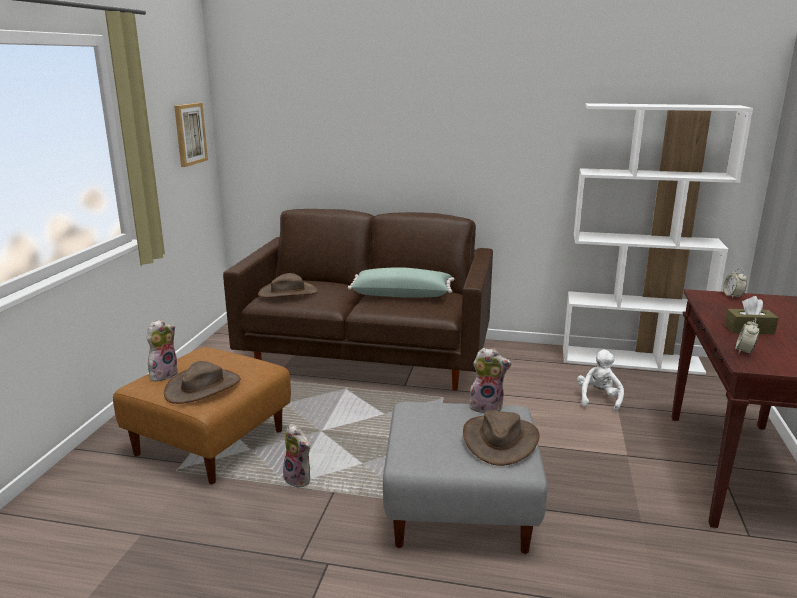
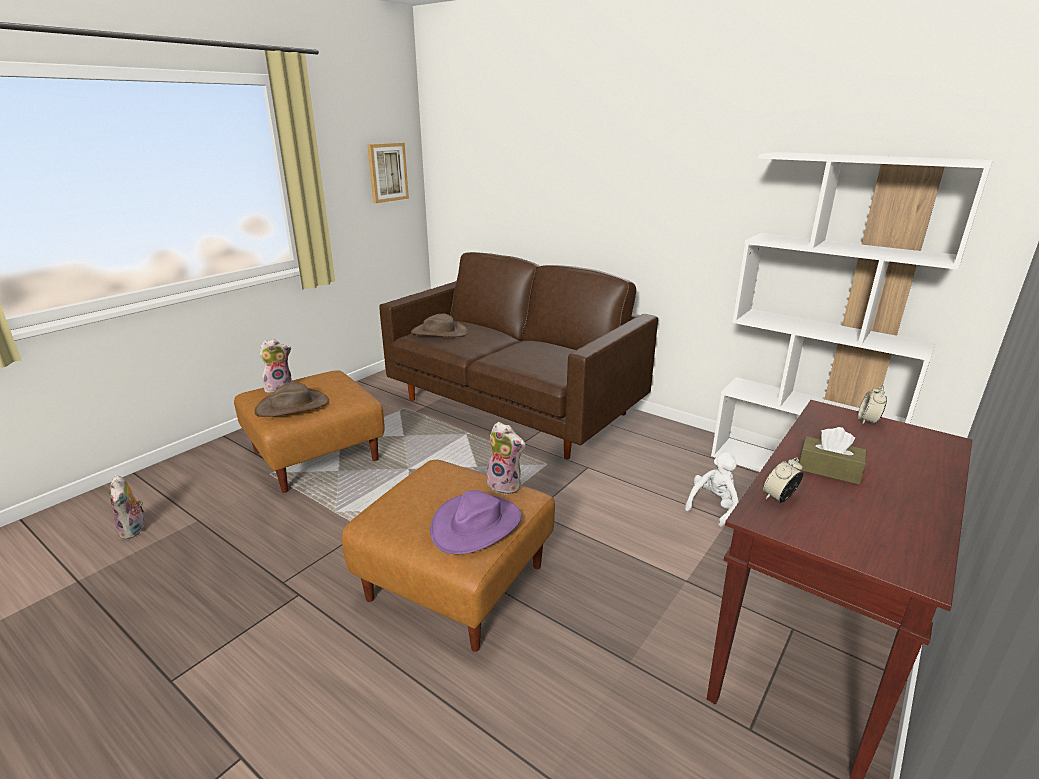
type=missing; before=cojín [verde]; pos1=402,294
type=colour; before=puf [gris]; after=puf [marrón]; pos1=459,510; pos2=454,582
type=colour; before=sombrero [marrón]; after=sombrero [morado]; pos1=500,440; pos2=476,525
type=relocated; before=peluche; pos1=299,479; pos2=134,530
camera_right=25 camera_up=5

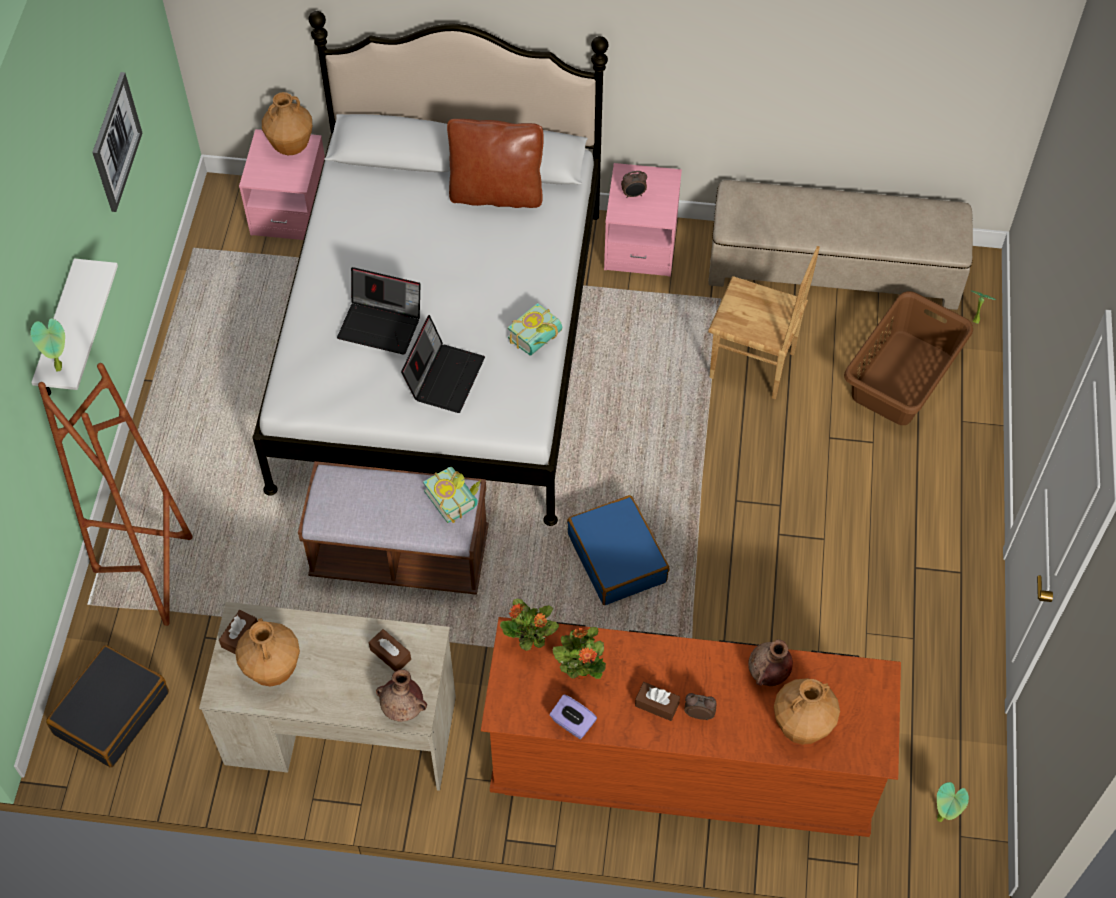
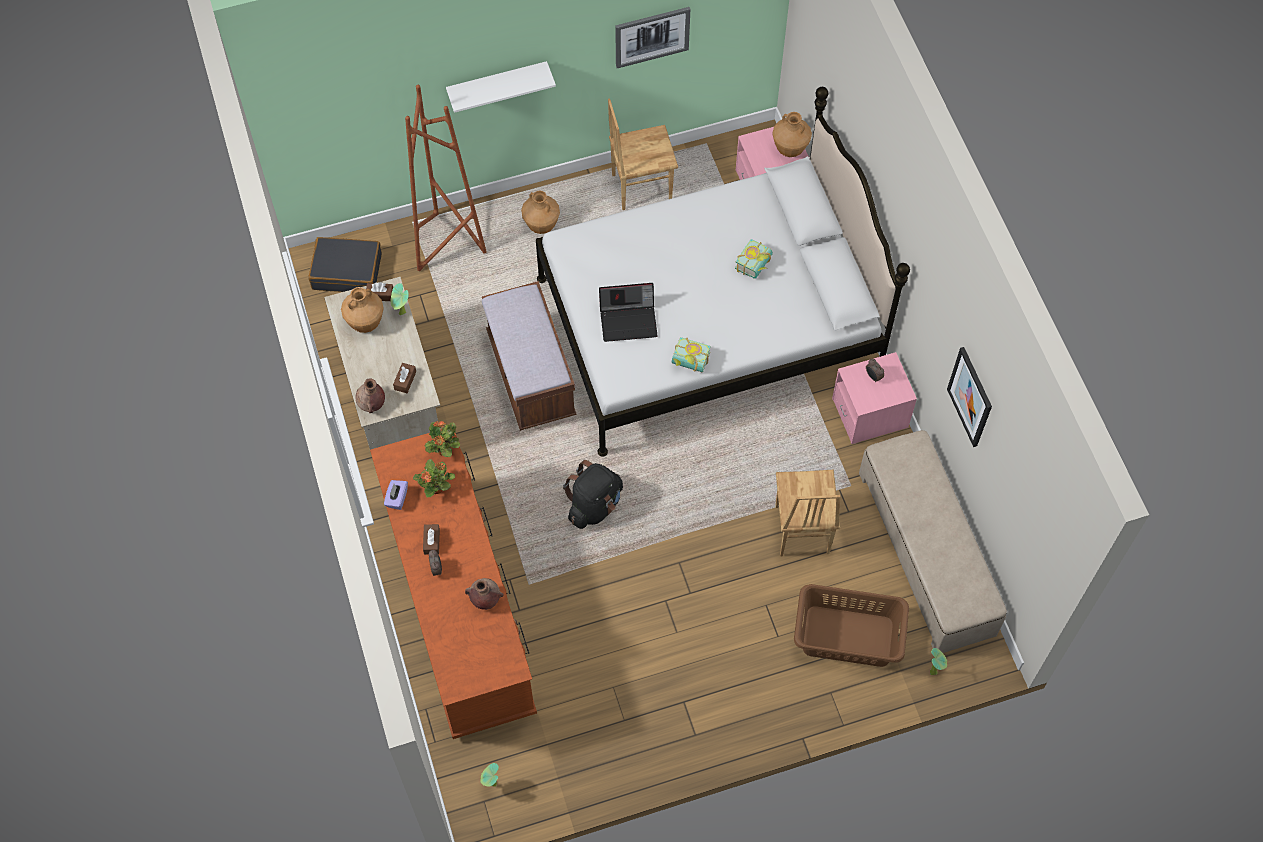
type=missing; before=cojín [marrón]; pos1=496,193
type=missing; before=portátil; pos1=382,324
type=relocated; before=planta en maceta; pos1=60,367; pos2=402,314
type=relocated; before=libro; pos1=455,498; pos2=756,265
type=exchanged; before=maleta [azul]; after=mochila [negro]; pos1=617,558; pos2=594,505
type=relocated; before=florero [marrón]; pos1=801,727; pos2=541,225
type=appeared; after=silla [marrón]; pos2=641,186
type=appeared; after=cuadro; pos2=970,397
camera_right=65 camera_up=5

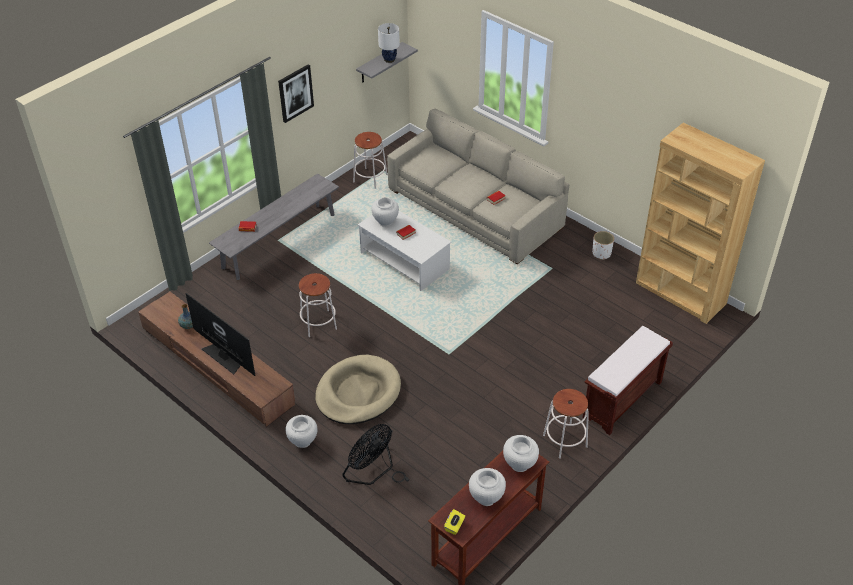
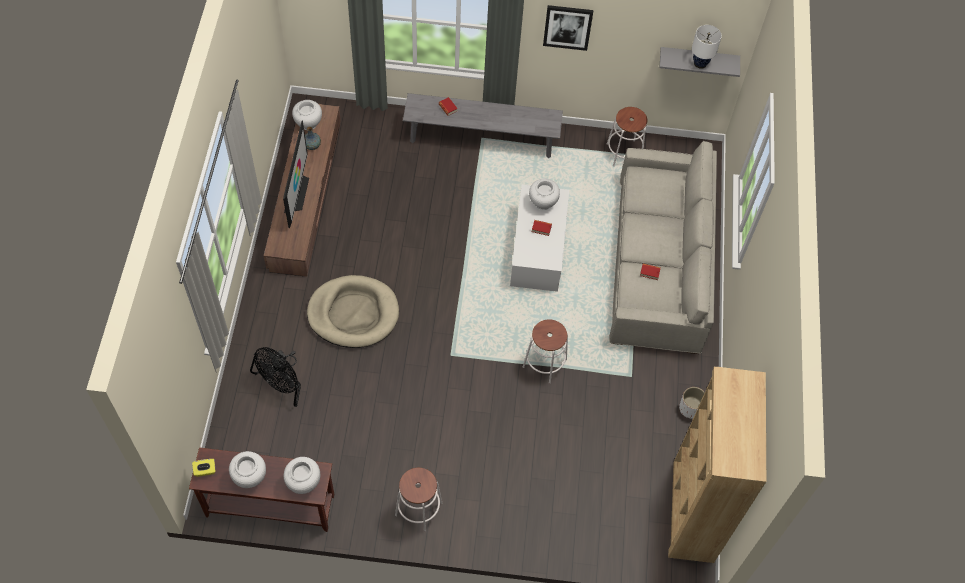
type=relocated; before=taburete [blanco]; pos1=318,323; pos2=544,363
type=missing; before=banco [marrón]; pos1=622,400
type=relocated; before=florero [blanco]; pos1=303,441; pos2=308,124
type=spun; before=ventilador [negro]; pos1=377,470; pos2=282,380; turn=-150
camera_right=50 camera_up=15

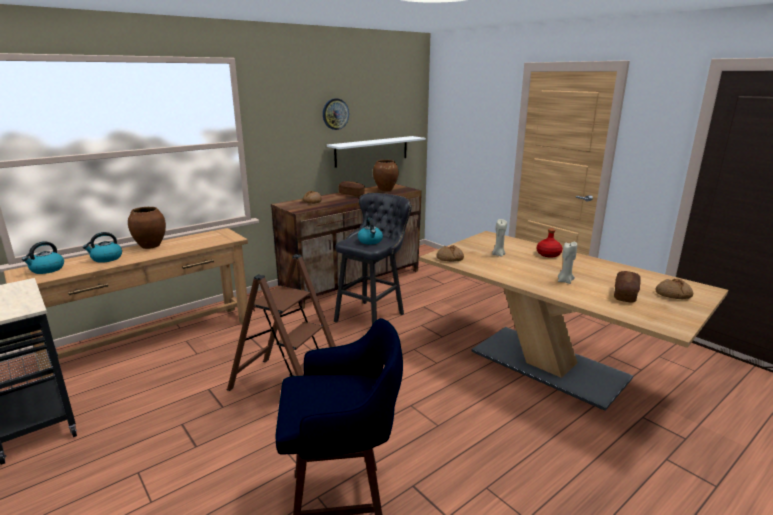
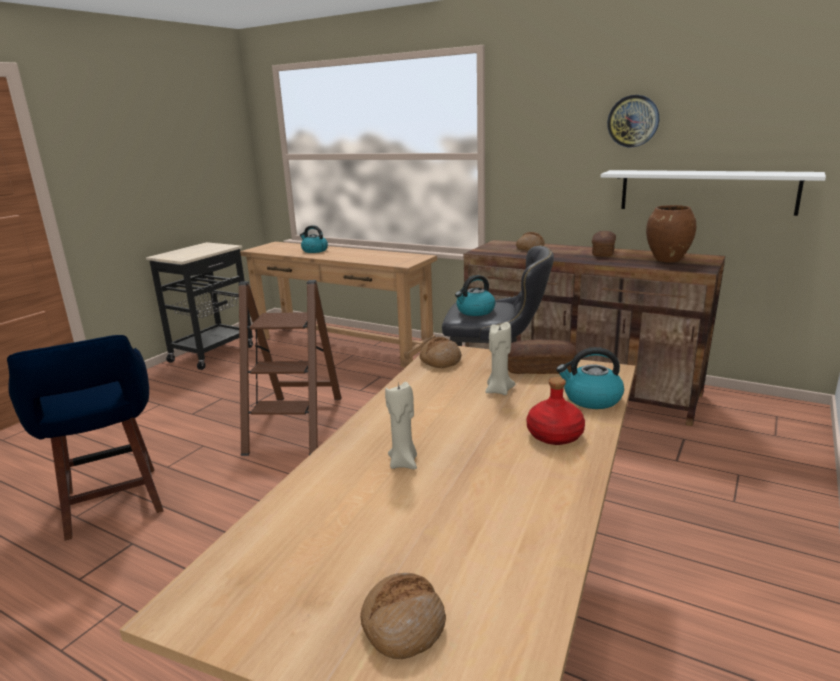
type=missing; before=florero [marrón]; pos1=150,246
type=relocated; before=hervidor; pos1=47,269; pos2=591,399
type=relocated; before=pan; pos1=625,294; pos2=540,369
camera_right=70 camera_up=0

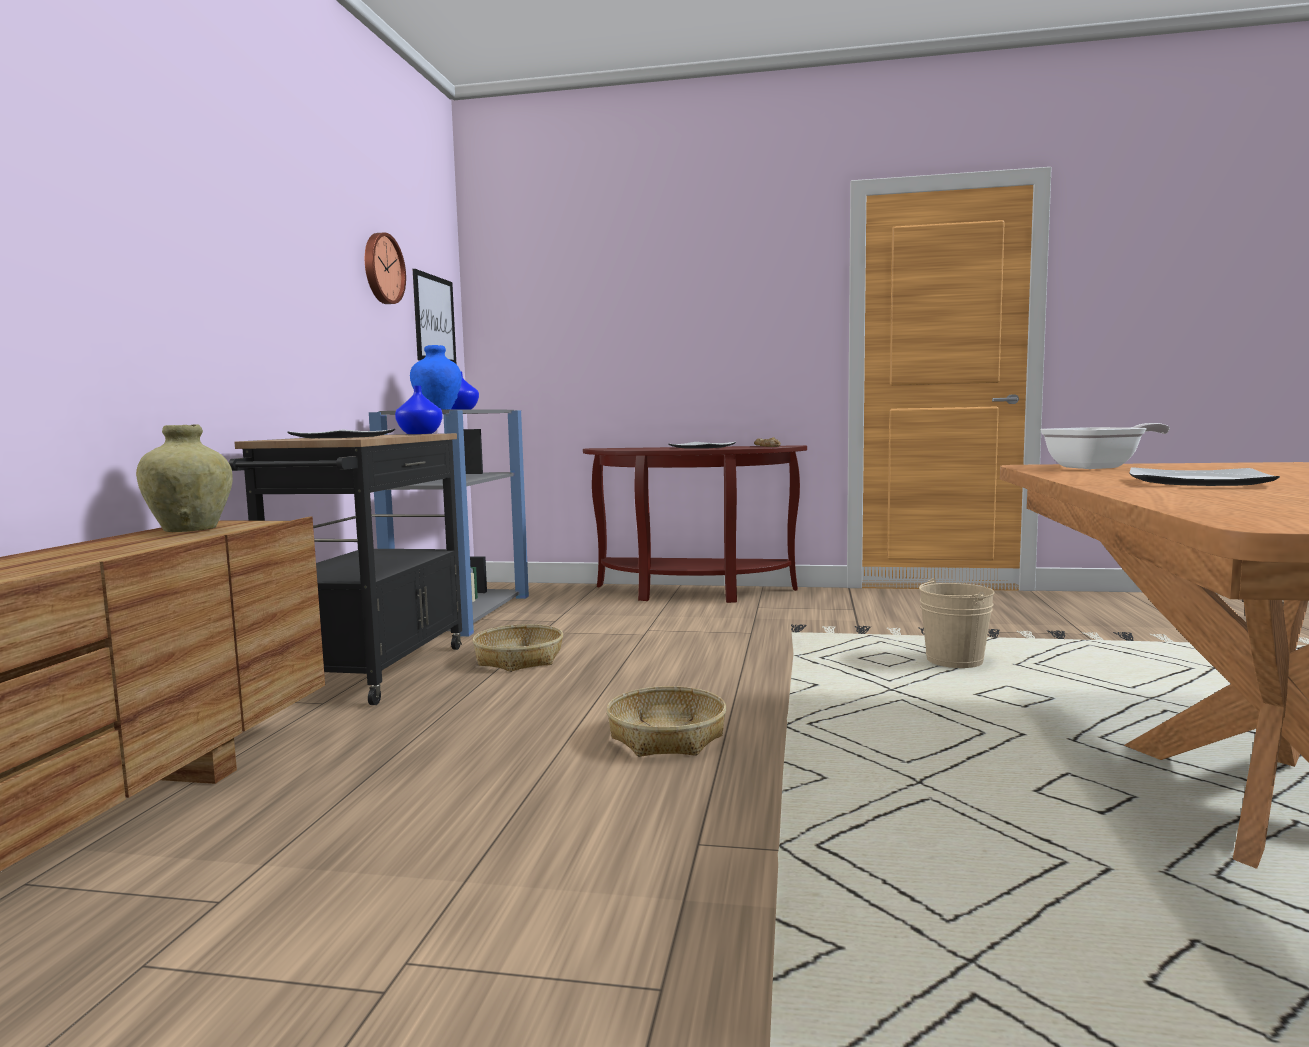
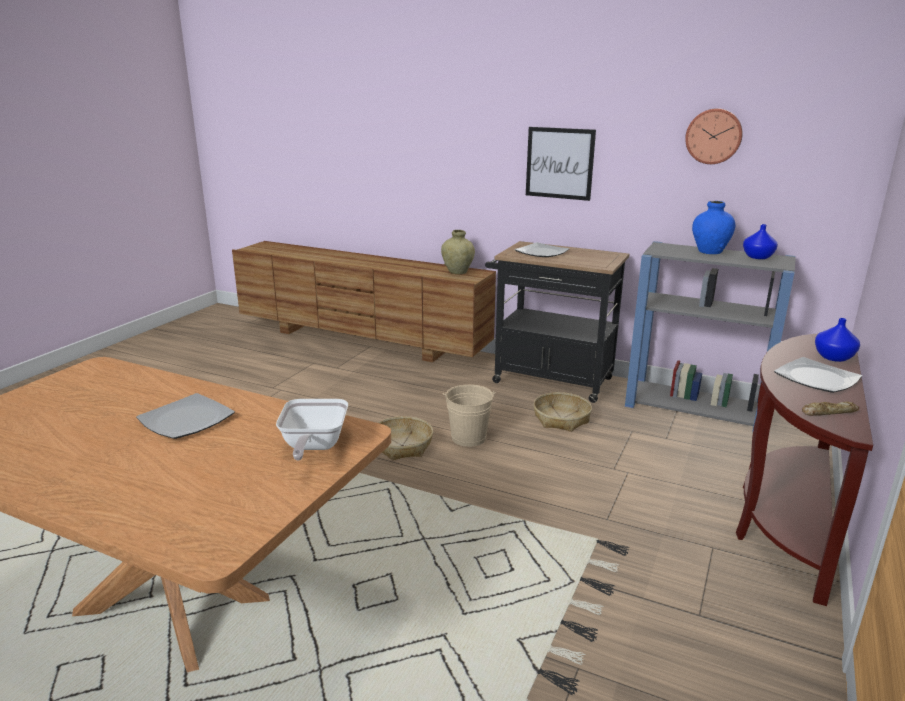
type=relocated; before=cuadro; pos1=434,319; pos2=559,163
type=relocated; before=florero [azul]; pos1=420,433; pos2=834,357
type=relocated; before=cubo [beis]; pos1=954,661; pos2=468,437
camera_right=105 camera_up=15

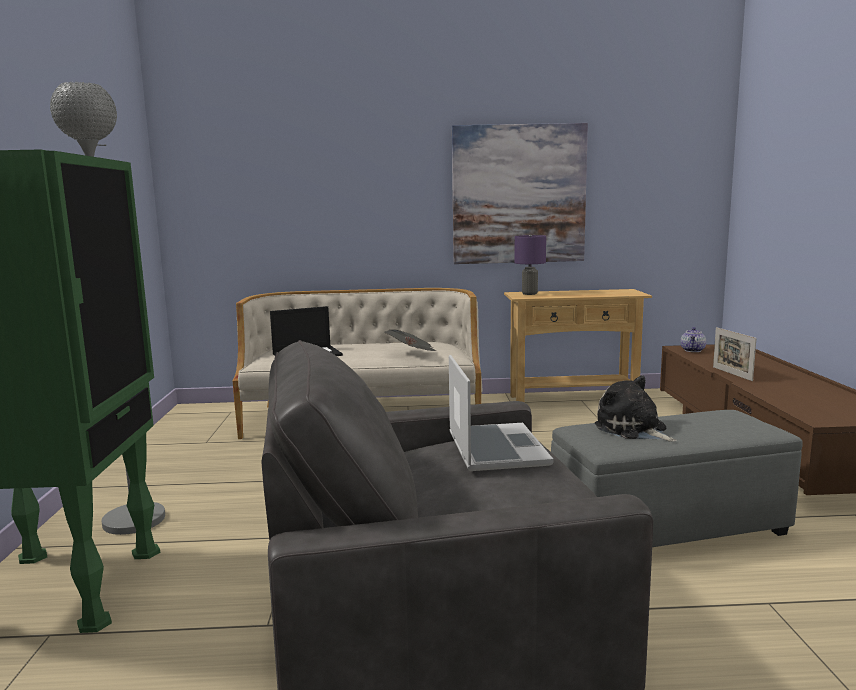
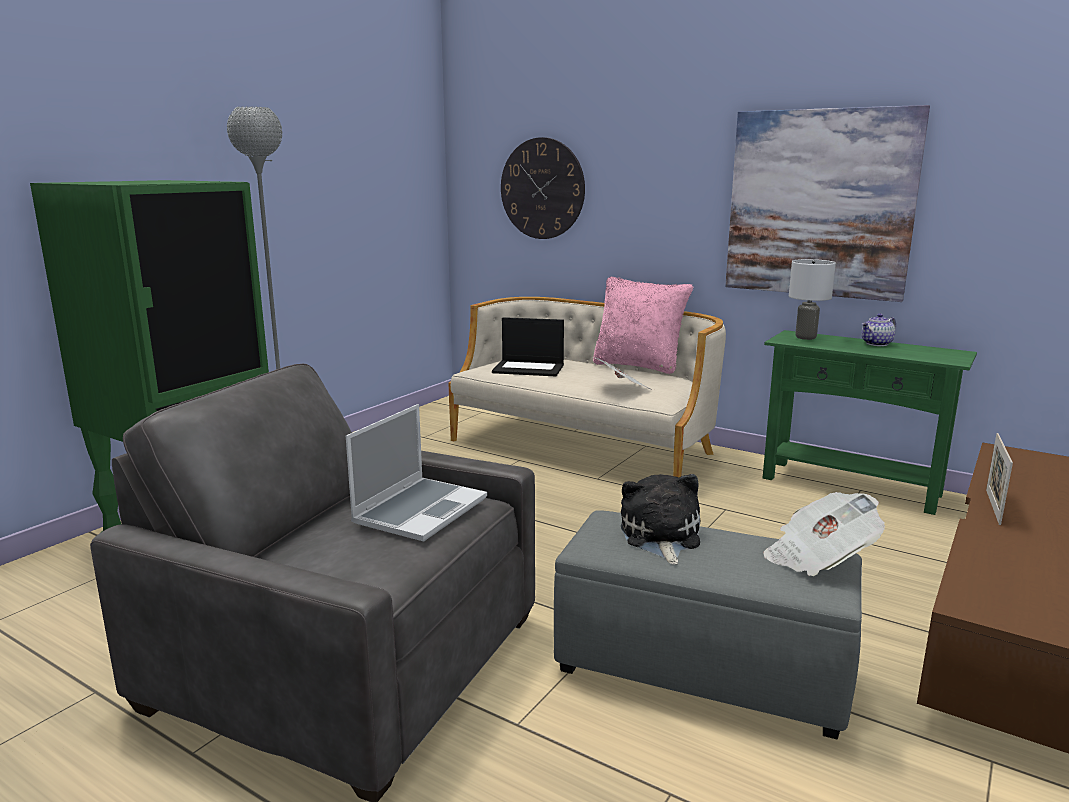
type=colour; before=lámpara de mesa [morado]; after=lámpara de mesa [blanco]; pos1=530,294; pos2=807,338
type=colour; before=mesa consola [beis]; after=mesa consola [verde]; pos1=572,399; pos2=850,486
type=relocated; before=tetera; pos1=693,350; pos2=877,344
type=appeared; after=reloj de pared; pos2=542,189
type=appeared; after=cojín [rosa]; pos2=638,367
type=appeared; after=periódico; pos2=818,558
camera_right=35 camera_up=5

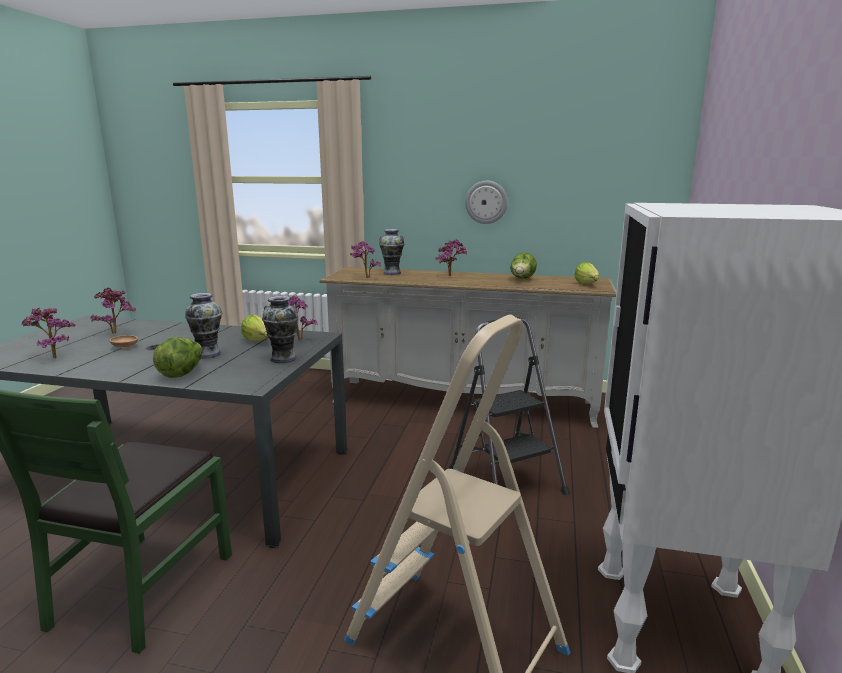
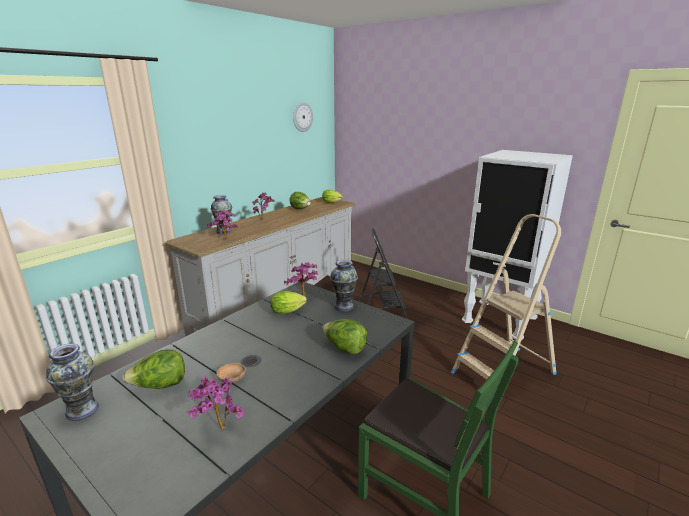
type=relocated; before=reloj de pared; pos1=486,202; pos2=302,117
type=exchanged; before=planta en maceta; after=lechuga; pos1=116,332; pos2=160,386
type=relocated; before=florero; pos1=207,354; pos2=81,410
camera_right=-65 camera_up=5

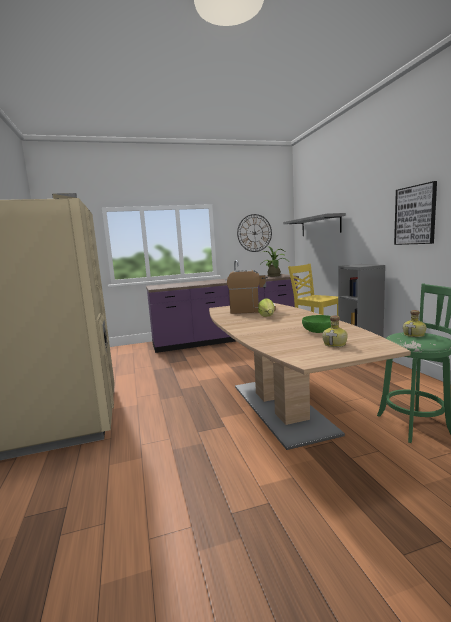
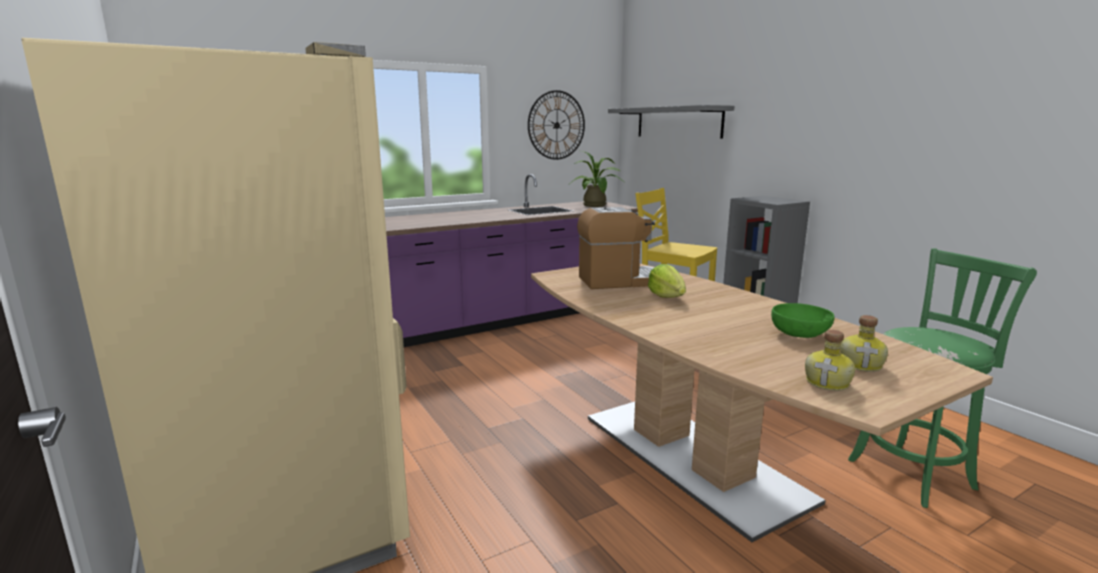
type=missing; before=cuadro; pos1=415,215
type=relocated; before=botella; pos1=414,335; pos2=828,383
camera_right=-15 camera_up=5

